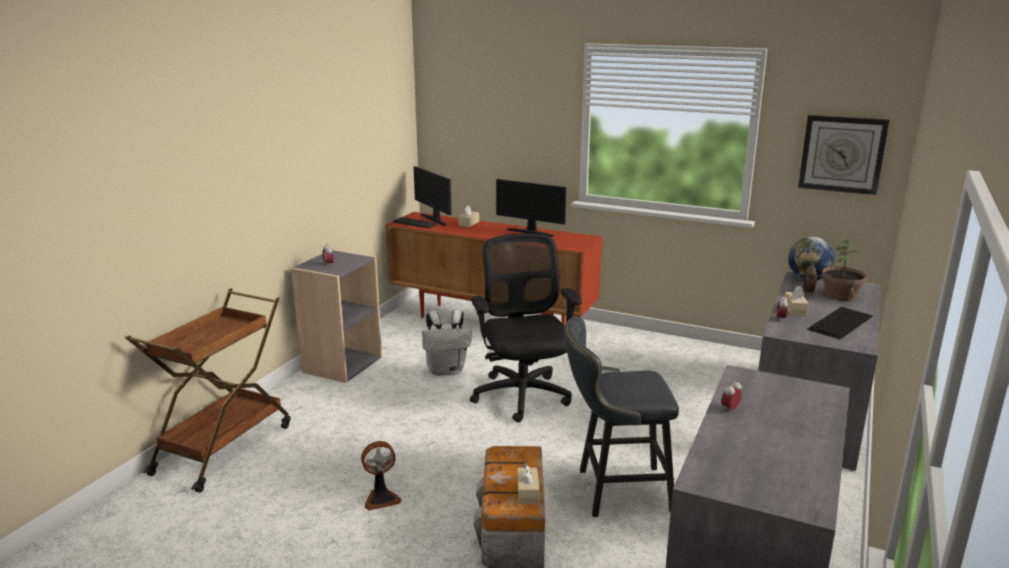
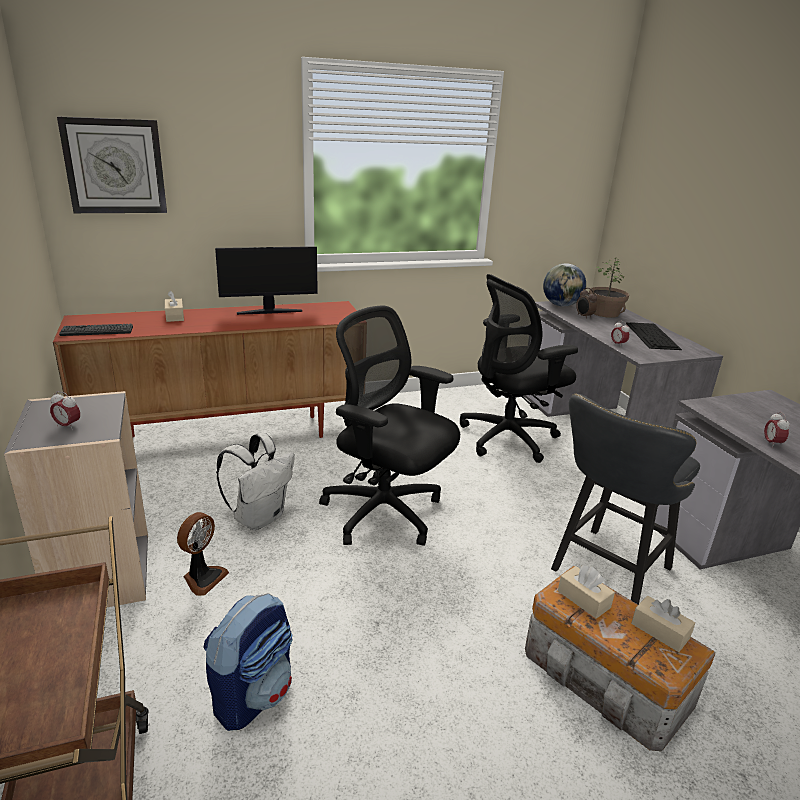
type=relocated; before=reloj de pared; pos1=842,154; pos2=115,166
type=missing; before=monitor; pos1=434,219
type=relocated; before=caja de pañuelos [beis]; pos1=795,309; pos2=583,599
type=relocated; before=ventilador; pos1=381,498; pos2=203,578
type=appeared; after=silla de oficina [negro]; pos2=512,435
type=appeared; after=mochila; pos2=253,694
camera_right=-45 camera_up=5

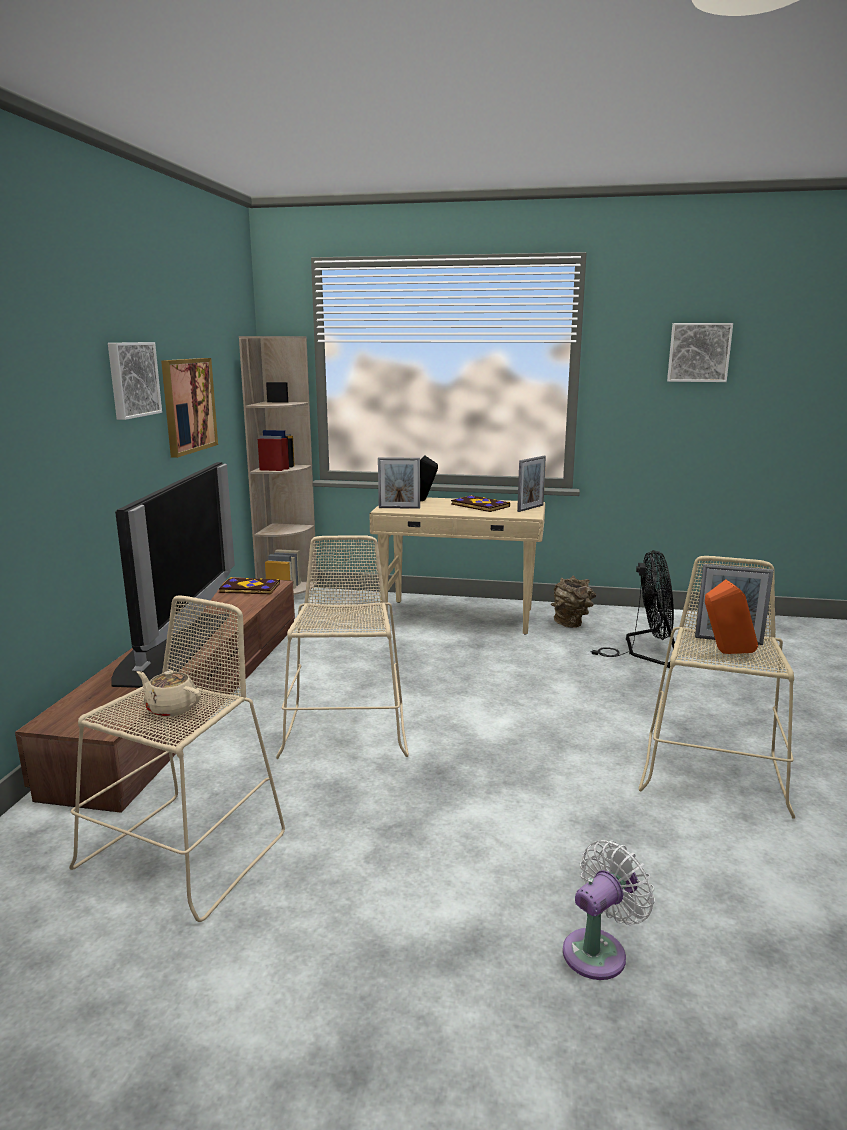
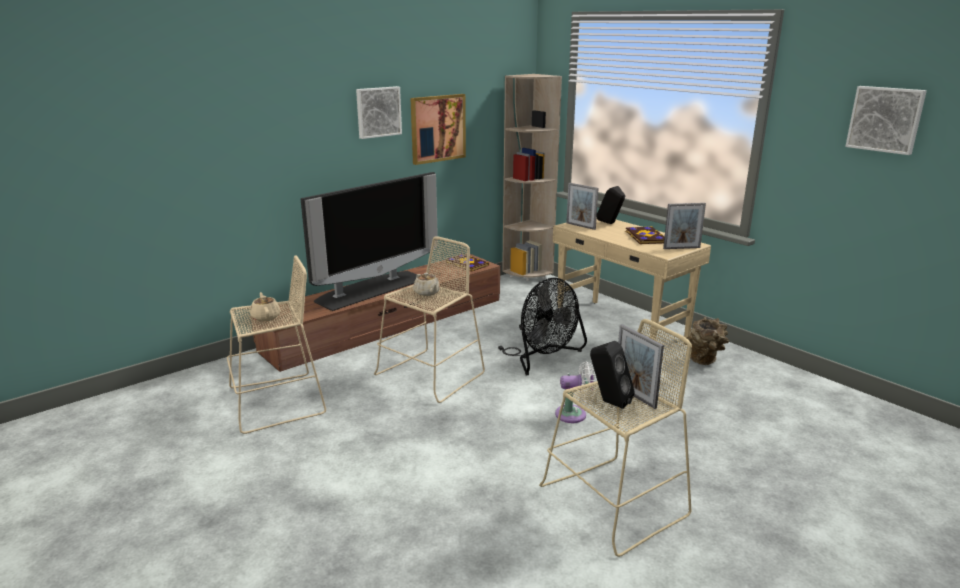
type=relocated; before=ventilador [negro]; pos1=642,648; pos2=541,358
type=colour; before=altavoz [naranja]; after=altavoz [negro]; pos1=725,653; pos2=608,402
type=relocated; before=ventilador [blanco]; pos1=599,950; pos2=574,414
type=appeared; after=tetera [beis]; pos2=427,293
camera_right=40 camera_up=5

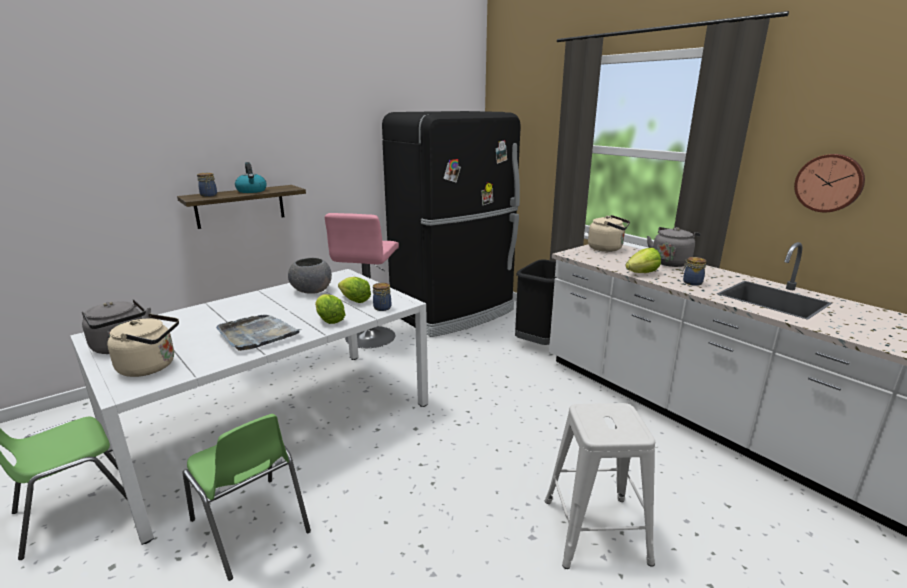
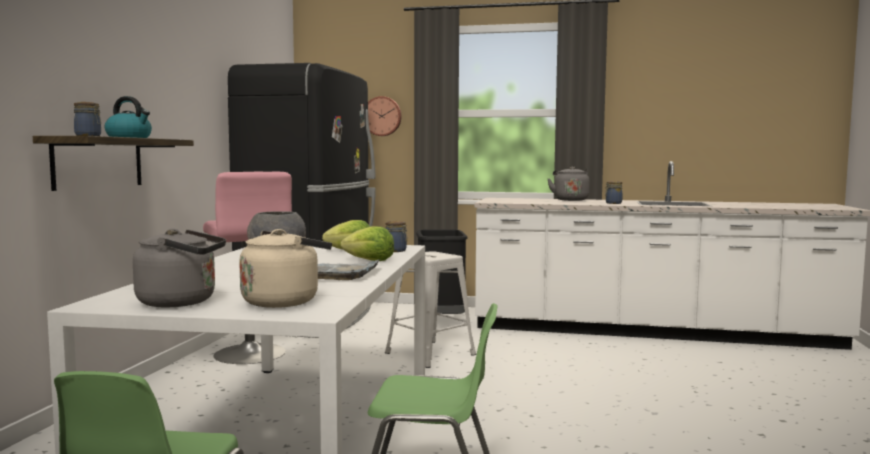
type=relocated; before=reloj de pared; pos1=829,183; pos2=382,116
type=missing; before=hervidor [beis]; pos1=607,249
type=missing; before=lechuga; pos1=642,273
type=relocated; before=taburete [blanco]; pos1=595,530; pos2=430,354
camera_right=-40 camera_up=-15

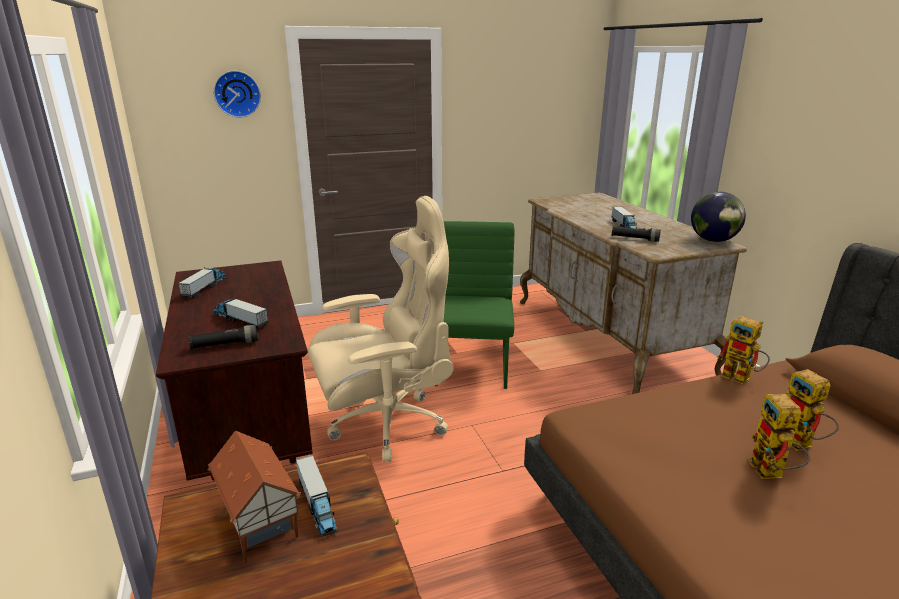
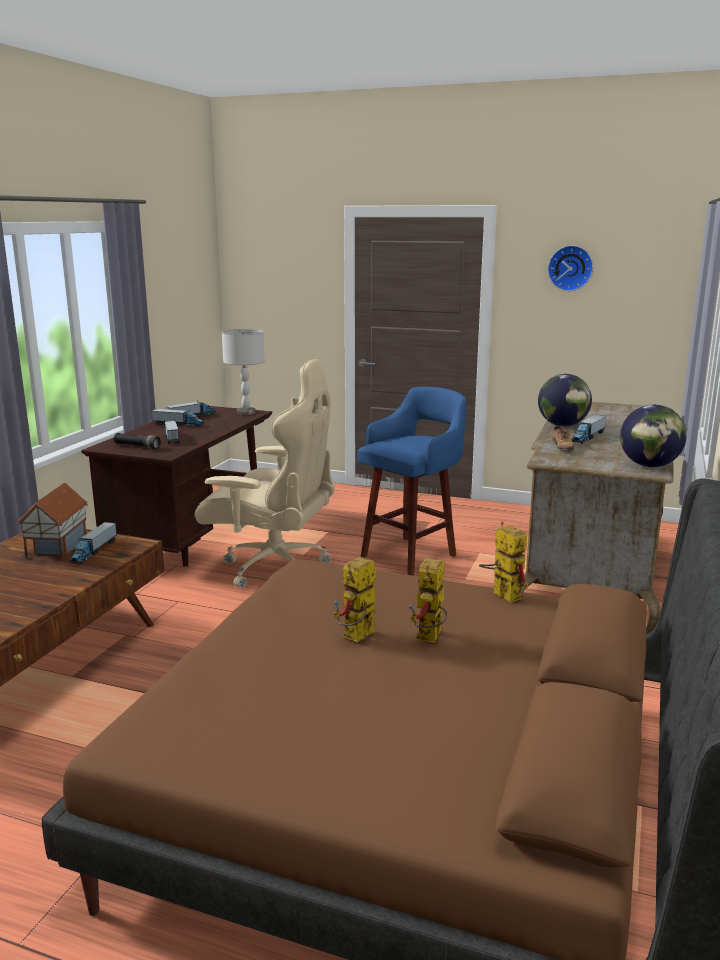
type=relocated; before=reloj de pared; pos1=237,94; pos2=570,268
type=exchanged; before=silla [verde]; after=taburete [azul]; pos1=473,364; pos2=411,555
type=exchanged; before=linterna [negro]; after=zapato; pos1=635,239; pos2=563,447
type=spun; before=robot de juguete; pos1=741,378; pos2=501,594; turn=150
type=appeared; after=lámpara de mesa [gris]; pos2=246,412
type=appeared; after=globo terráqueo; pos2=563,425
type=appeared; after=camión de juguete; pos2=178,424
camera_right=40 camera_up=-5

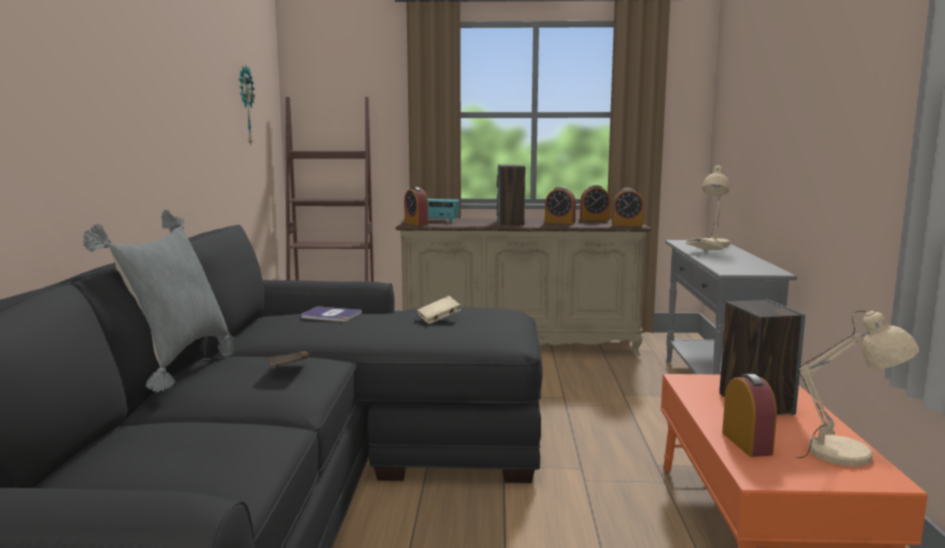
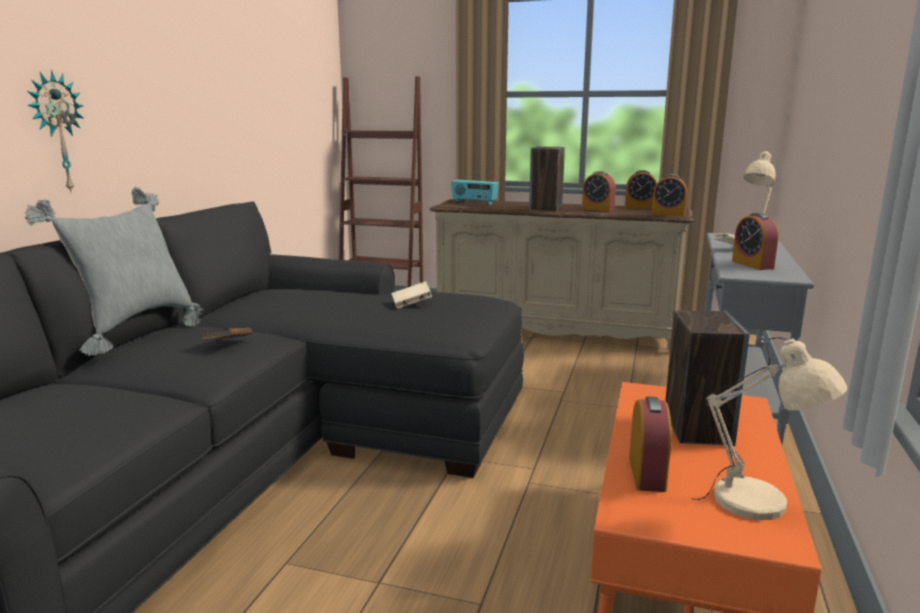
type=relocated; before=reloj de pared; pos1=244,105; pos2=57,133
type=relocated; before=despertador; pos1=416,223; pos2=752,265
type=missing; before=libro; pos1=331,315
camera_right=15 camera_up=5

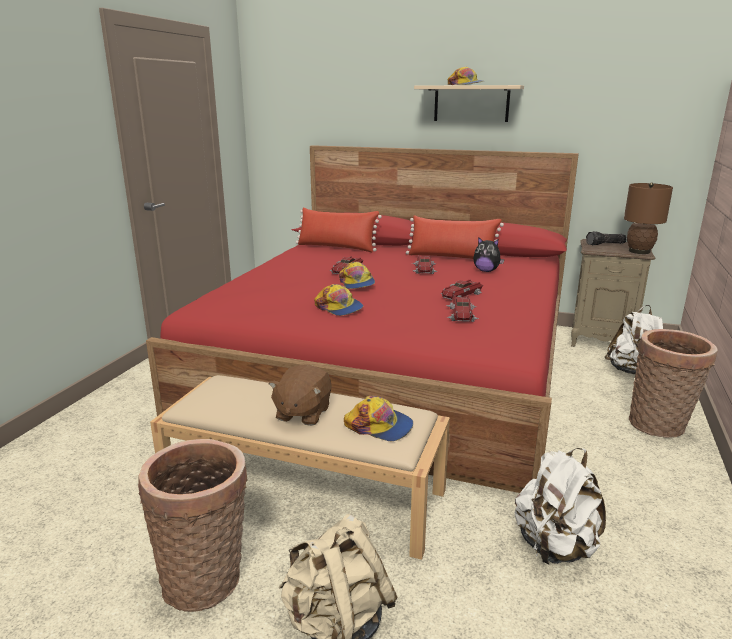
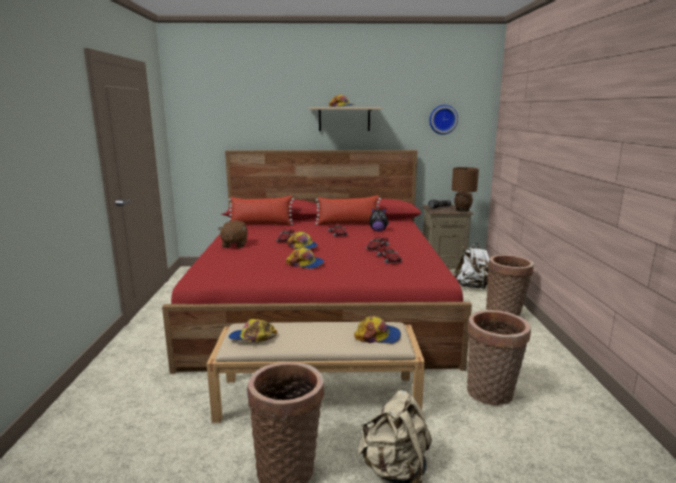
type=relocated; before=peluche [marrón]; pos1=302,413; pos2=234,244
type=exchanged; before=mochila [blanco]; after=cesta; pos1=555,547; pos2=491,394
type=appeared; after=reloj de pared; pos2=443,119
type=appeared; after=gorra; pos2=252,338
camera_right=-20 camera_up=-5

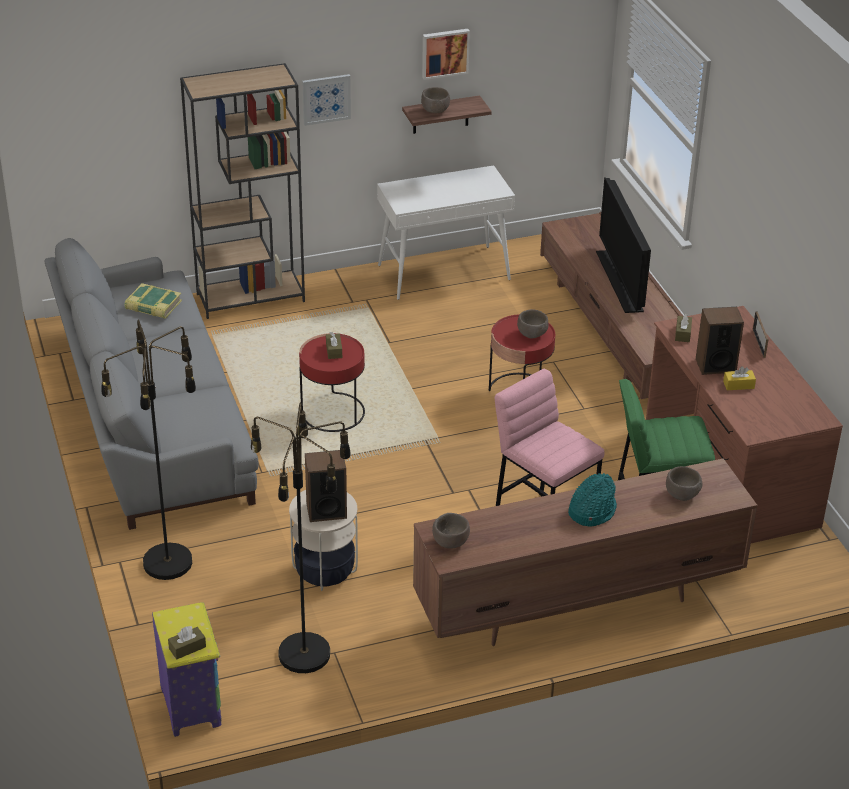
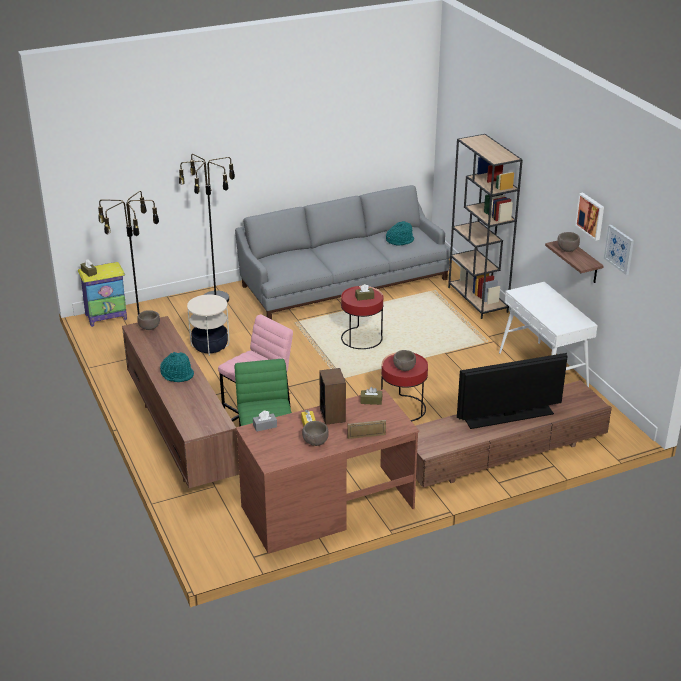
type=relocated; before=cuadro; pos1=326,99; pos2=619,249
type=exchanged; before=libro; after=sombrero [turquesa]; pos1=153,306; pos2=400,240
type=missing; before=altavoz; pos1=326,510
type=relocated; before=cuenco [marrón]; pos1=682,495; pos2=315,442
type=appeared; after=caja de pañuelos [gris]; pos2=265,426
camera_right=85 camera_up=-5

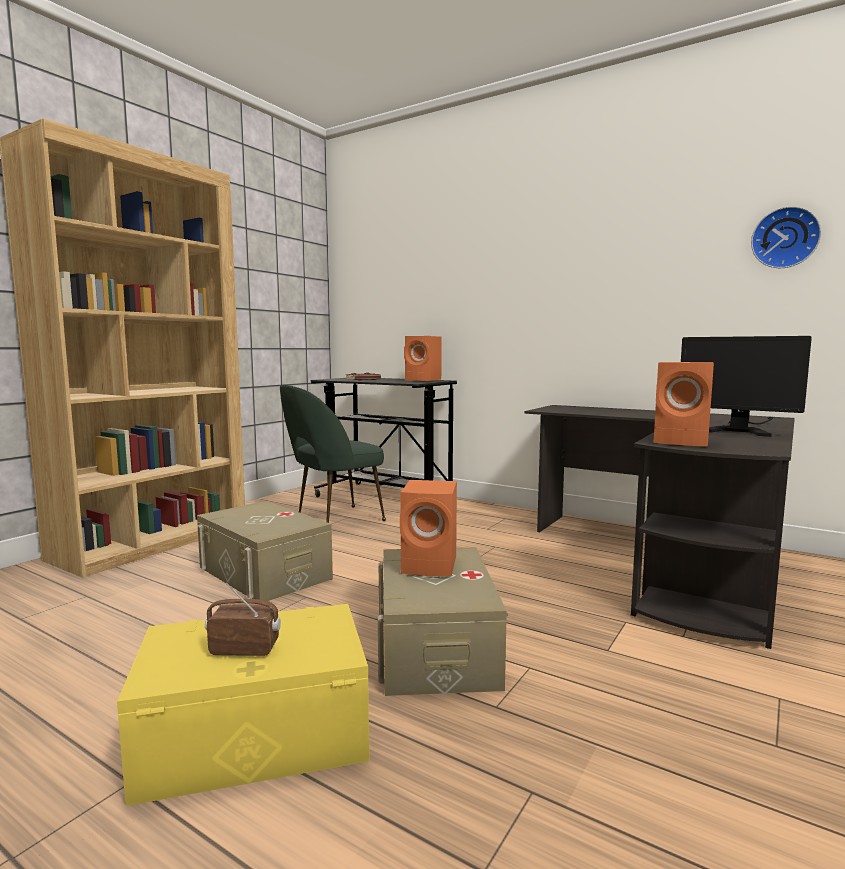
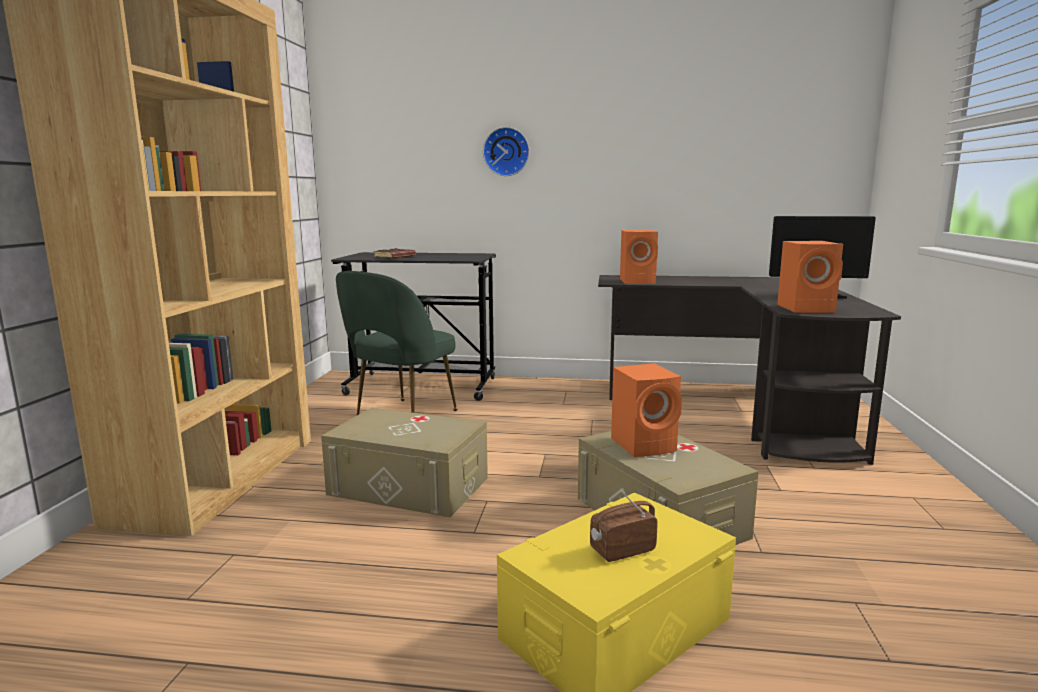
type=relocated; before=reloj de pared; pos1=785,238; pos2=506,152
type=relocated; before=altavoz [naranja]; pos1=424,380; pos2=639,281
camera_right=-25 camera_up=5

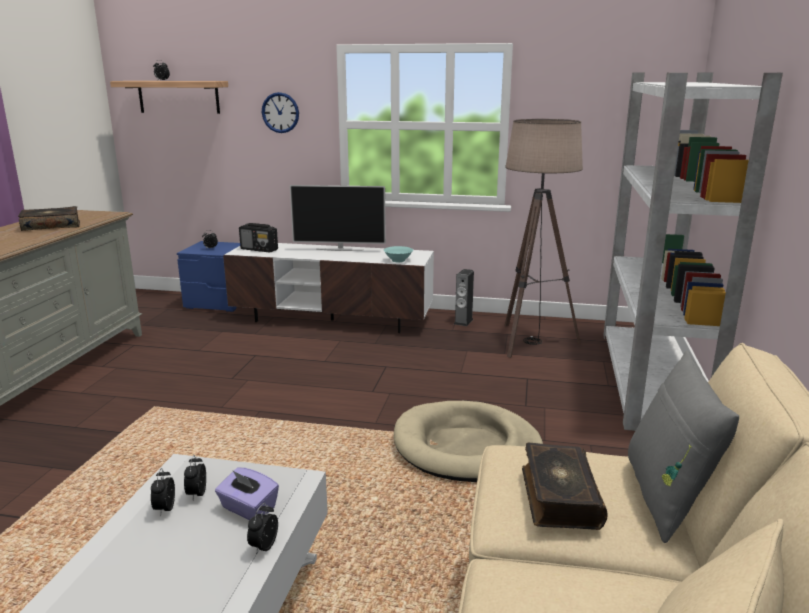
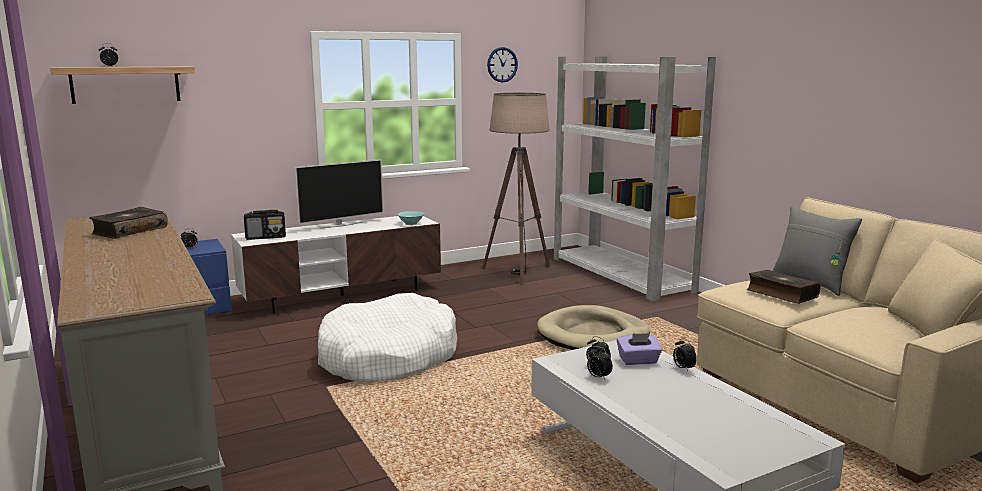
type=relocated; before=reloj de pared; pos1=280,112; pos2=502,64
type=missing; before=altavoz; pos1=463,321
type=appeared; after=cama para perro [blanco]; pos2=388,357
camera_right=-40 camera_up=-5

